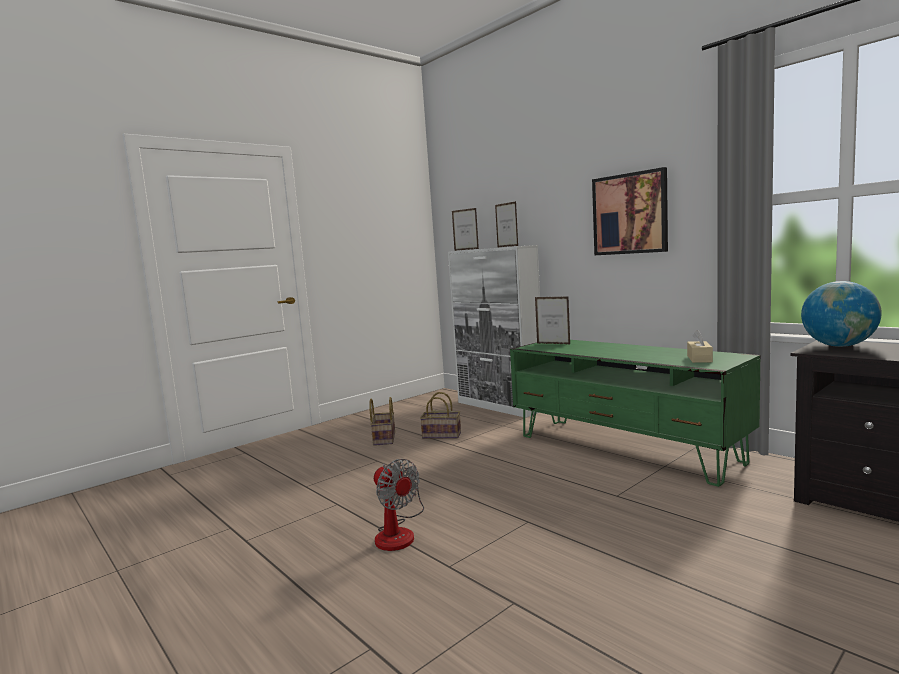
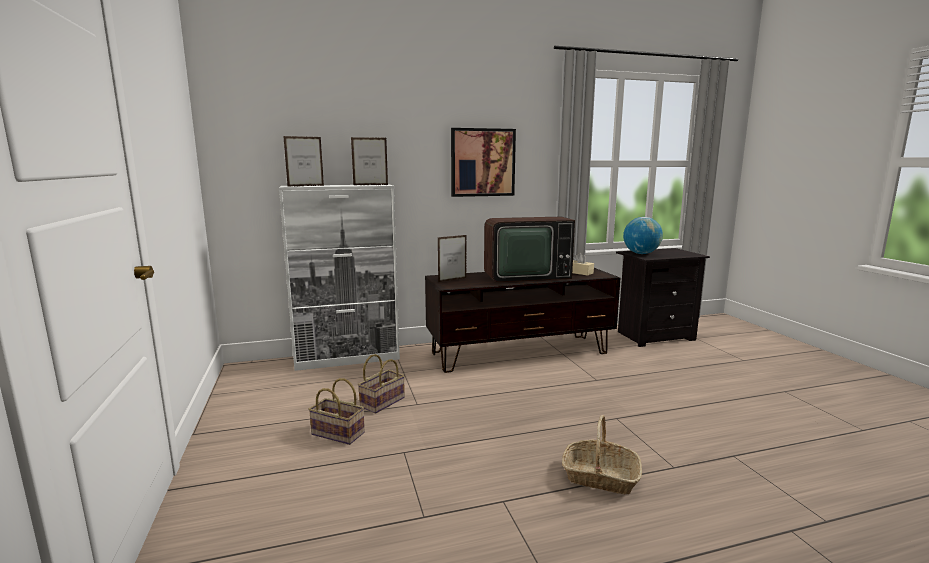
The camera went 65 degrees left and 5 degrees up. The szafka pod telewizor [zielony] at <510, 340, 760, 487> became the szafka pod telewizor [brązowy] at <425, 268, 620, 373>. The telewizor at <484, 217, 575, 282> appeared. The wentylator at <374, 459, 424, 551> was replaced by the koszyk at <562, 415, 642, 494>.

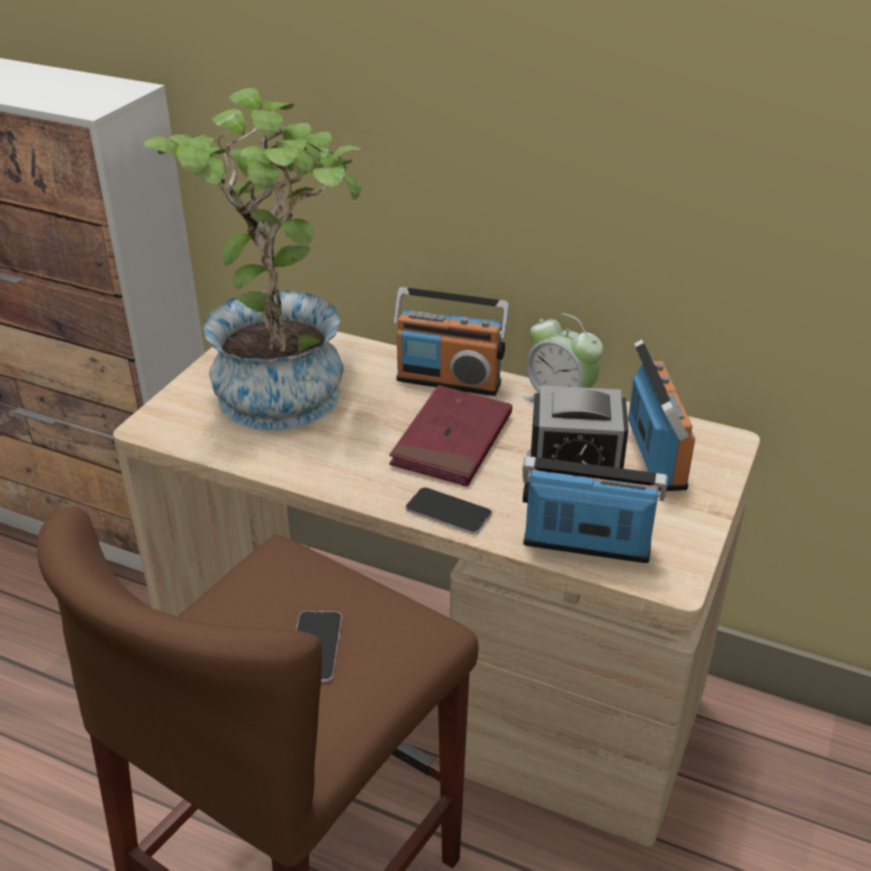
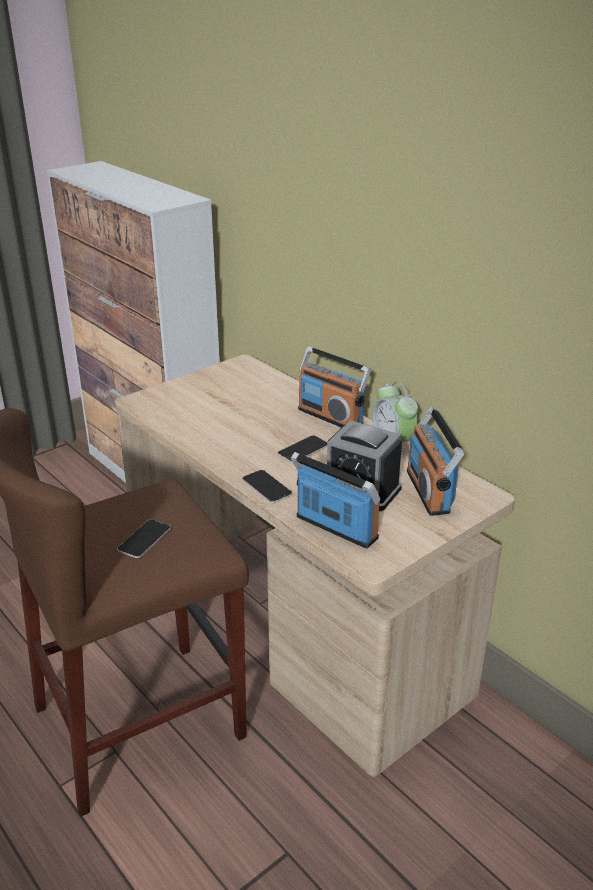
The camera went 25 degrees right and 5 degrees down. The książka [czerwony] at <389, 385, 512, 486> was replaced by the telefon at <278, 435, 327, 463>. The radio at <628, 339, 695, 491> turned 150 degrees clockwise. The roślina doniczkowa at <144, 87, 364, 430> disappeared.

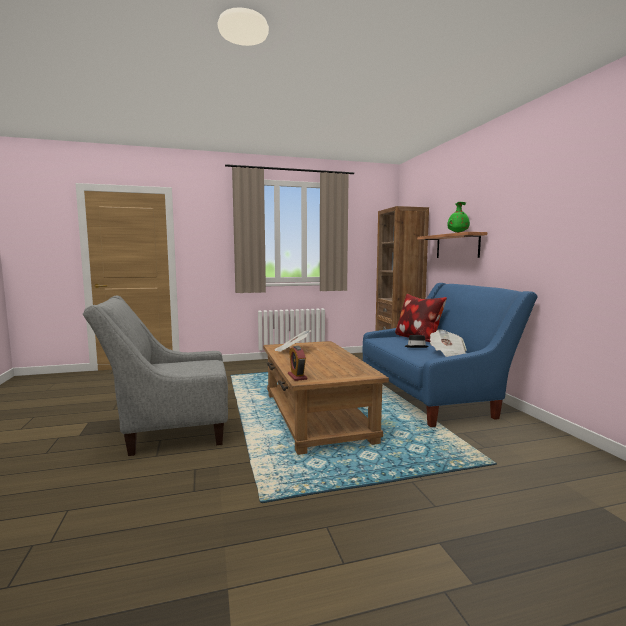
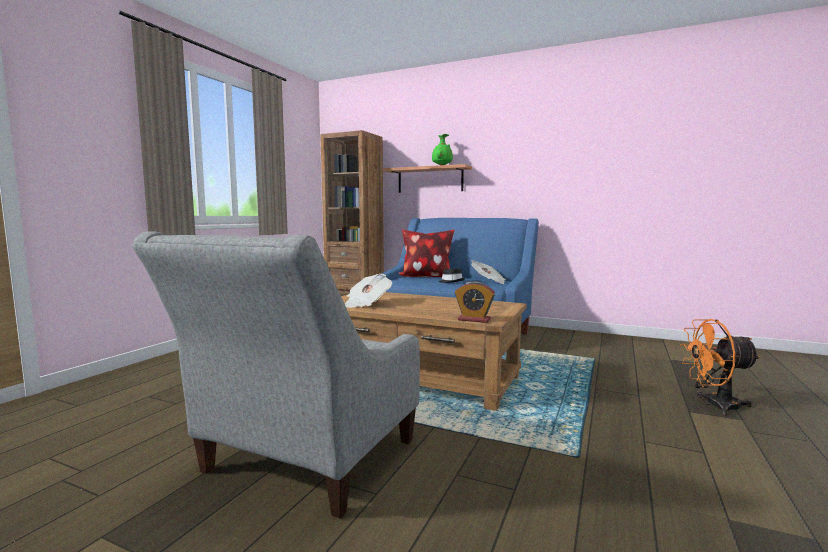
The camera went 50 degrees left and 0 degrees up. The wentylator [pomarańczowy] at <680, 319, 761, 415> appeared.

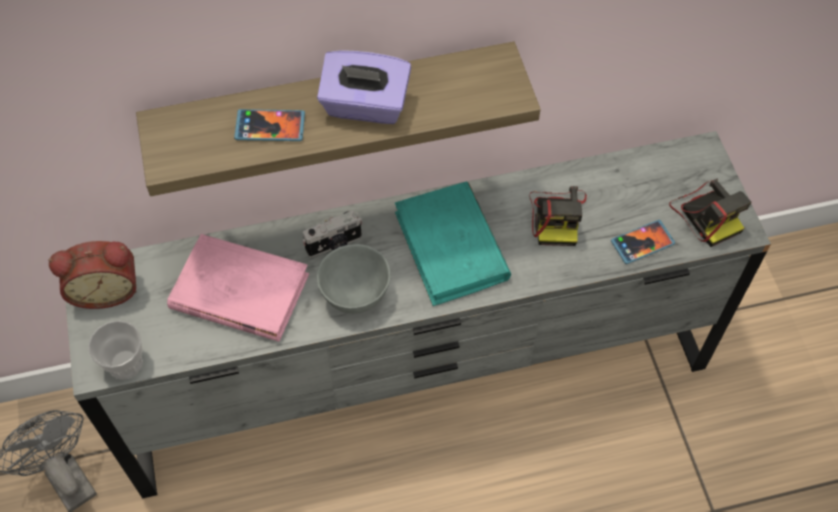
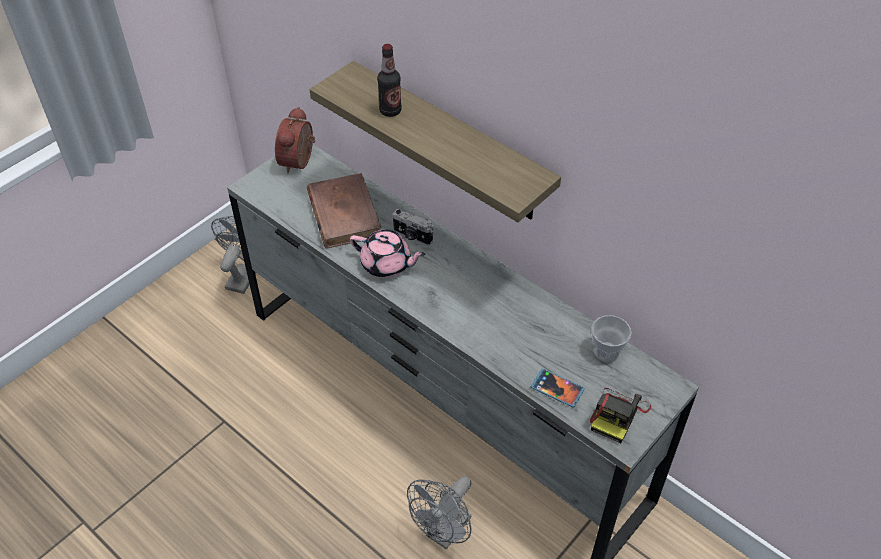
The camera went 55 degrees right and 10 degrees down. The budzik at <48, 241, 137, 309> turned 60 degrees clockwise. The książka [różowy] at <167, 234, 309, 342> became the książka [brązowy] at <307, 173, 382, 249>. The miska [szary] at <317, 244, 390, 313> was replaced by the imbryk [różowy] at <350, 229, 426, 278>. The telefon at <234, 109, 305, 141> was replaced by the butelka at <377, 44, 402, 117>. The wentylator [szary] at <407, 476, 472, 550> appeared. The filiżanka moved from <88, 320, 143, 380> to <591, 315, 632, 362>. The pudełko chusteczek [fioletowy] at <317, 50, 411, 124> disappeared. The książka [turkusowy] at <395, 181, 511, 306> disappeared. The aparat fotograficzny at <529, 186, 587, 246> disappeared.

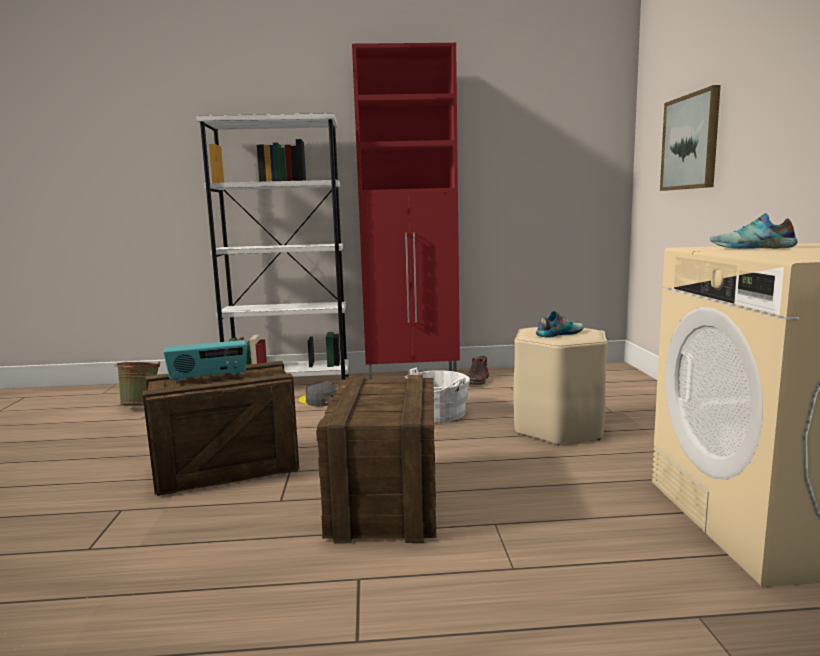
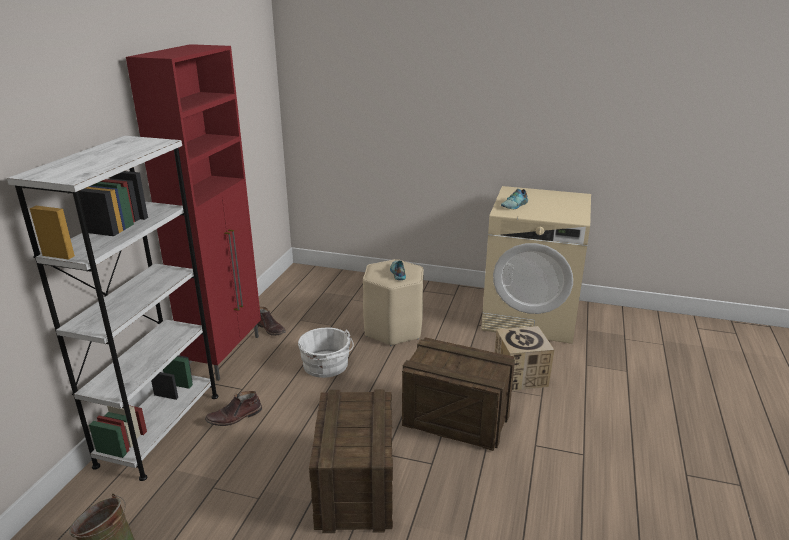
The camera went 70 degrees left and 15 degrees up. The czapka z daszkiem [szary] at <299, 381, 337, 406> was replaced by the but z cholewką [brązowy] at <205, 391, 262, 426>. The karton at <495, 326, 555, 391> appeared. The radio at <163, 340, 247, 384> disappeared. The obraz at <660, 85, 721, 191> disappeared.

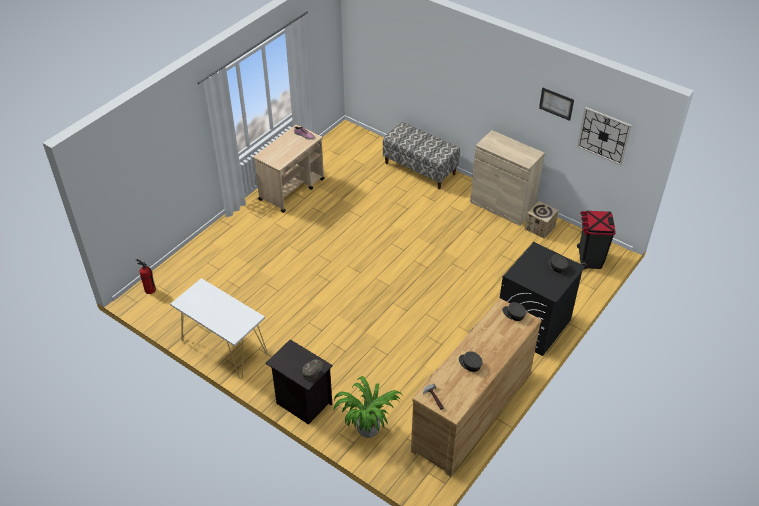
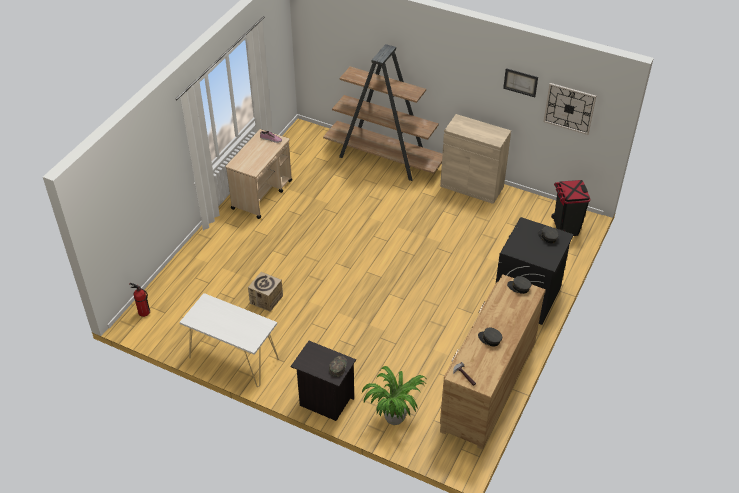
The camera went 10 degrees left and 0 degrees up. The karton moved from <525, 201, 559, 238> to <248, 272, 283, 312>. The ławka at <383, 122, 460, 189> was replaced by the regał [brązowy] at <323, 44, 442, 181>.

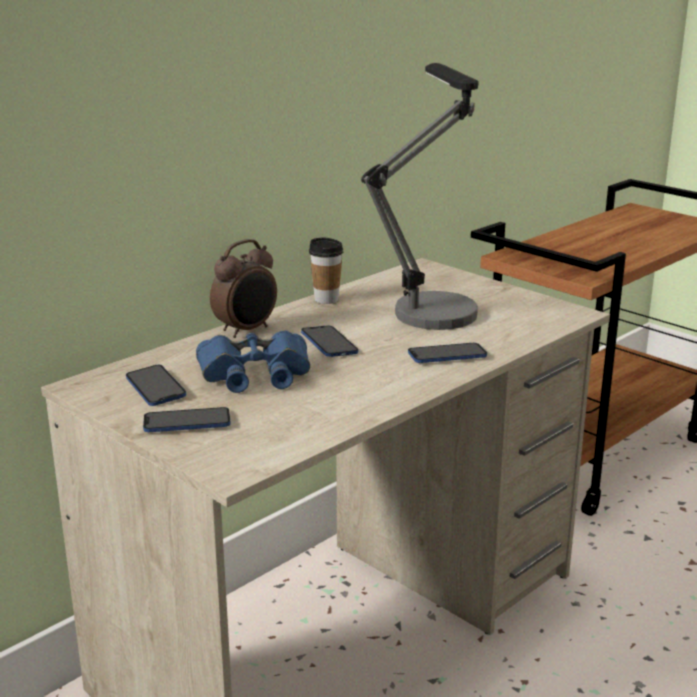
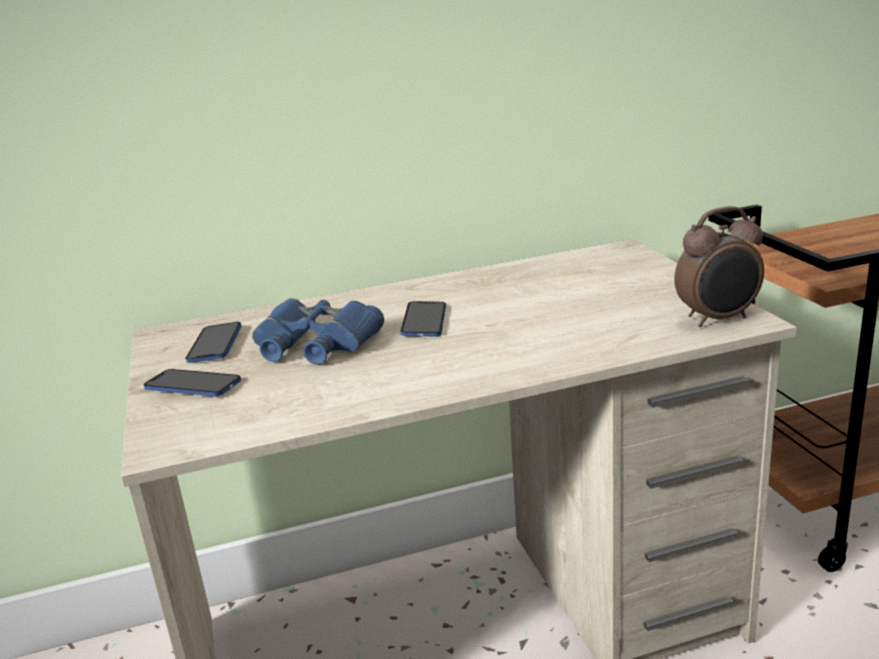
The camera went 30 degrees right and 0 degrees up. The budzik moved from <210, 239, 277, 338> to <674, 206, 764, 327>. The filiżanka at <309, 237, 343, 304> disappeared. The lampa stołowa at <361, 63, 479, 330> disappeared. The telefon at <408, 343, 487, 363> disappeared.

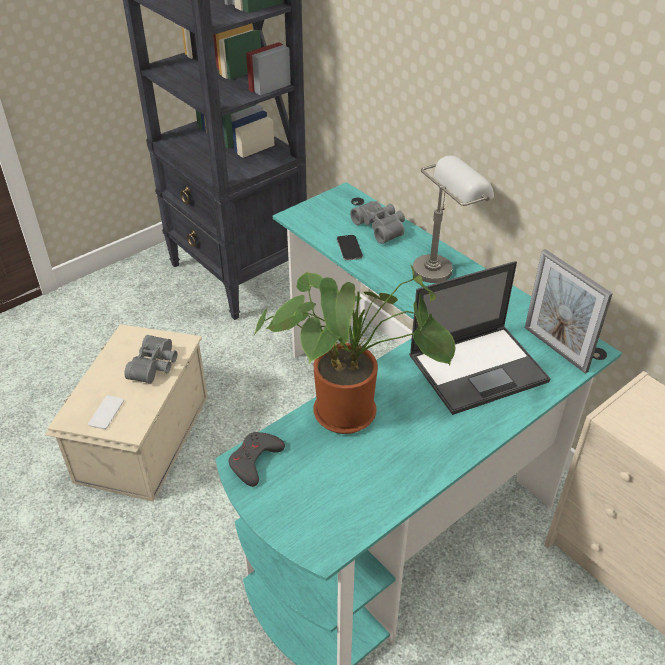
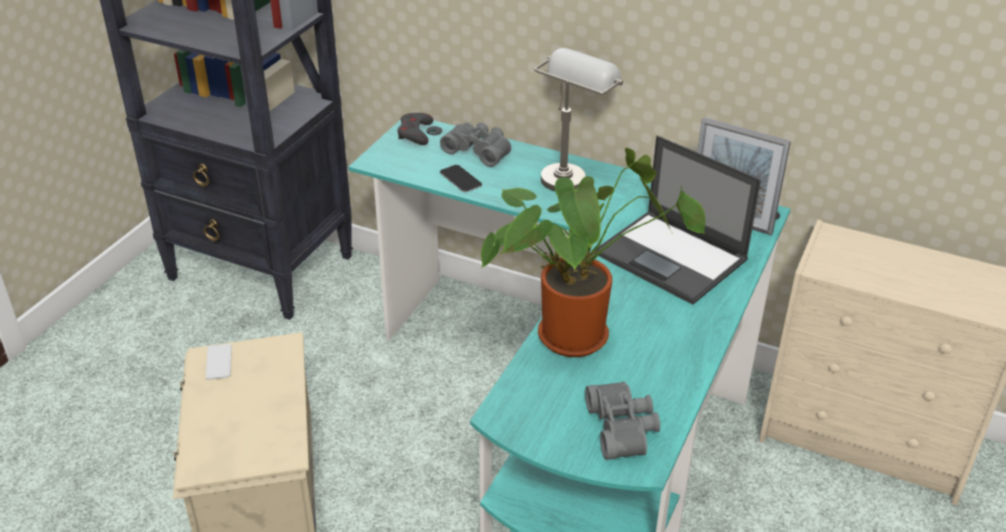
The camera went 25 degrees left and 5 degrees down. The telefon moved from <88, 395, 124, 429> to <206, 344, 232, 380>. The pad do gier [szary] moved from <229, 432, 285, 487> to <397, 113, 433, 145>. The lornetka [szary] moved from <124, 335, 177, 384> to <585, 381, 660, 460>. The laptop at <409, 261, 551, 415> turned 90 degrees clockwise.

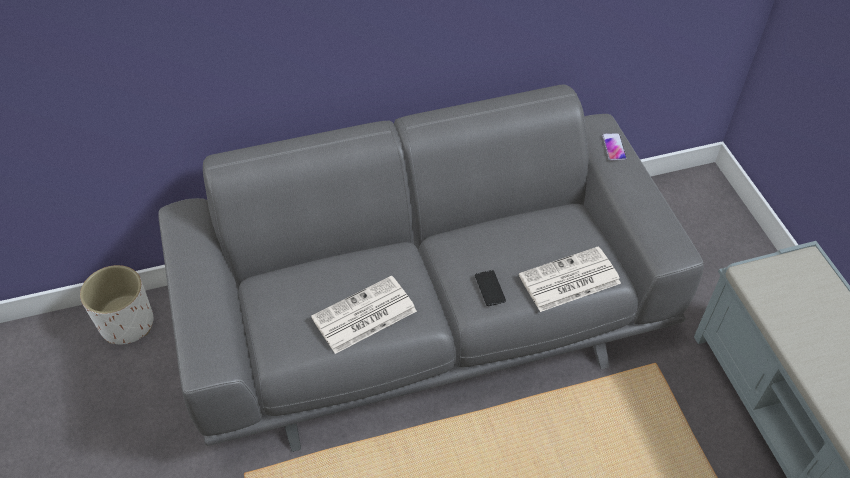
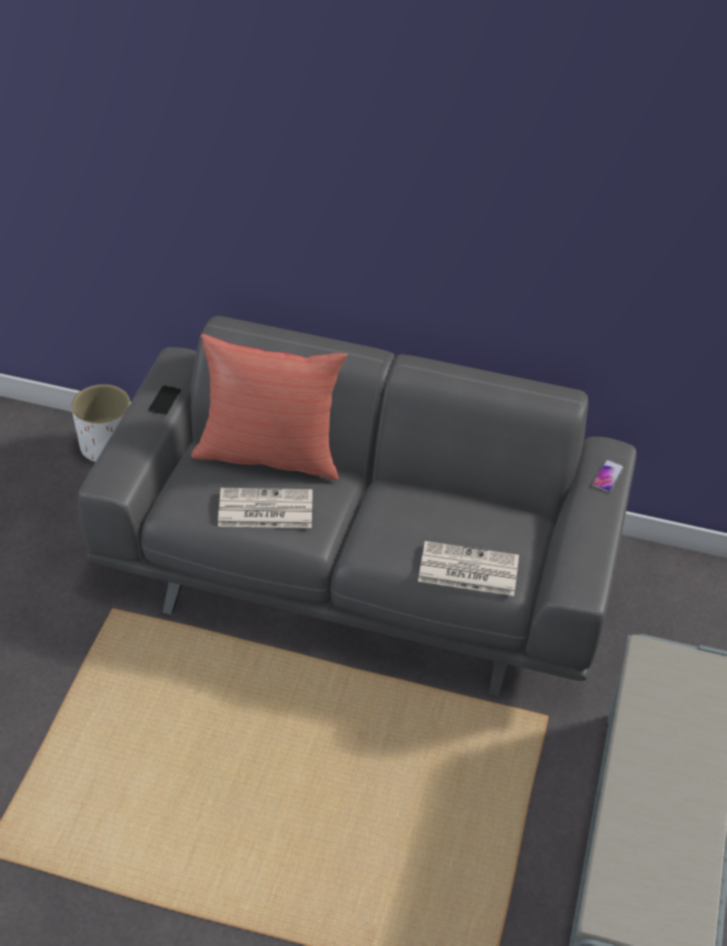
The camera went 30 degrees right and 5 degrees down. The telefon moved from <475, 270, 506, 306> to <148, 385, 181, 415>. The poduszka [czerwony] at <191, 334, 347, 481> appeared.

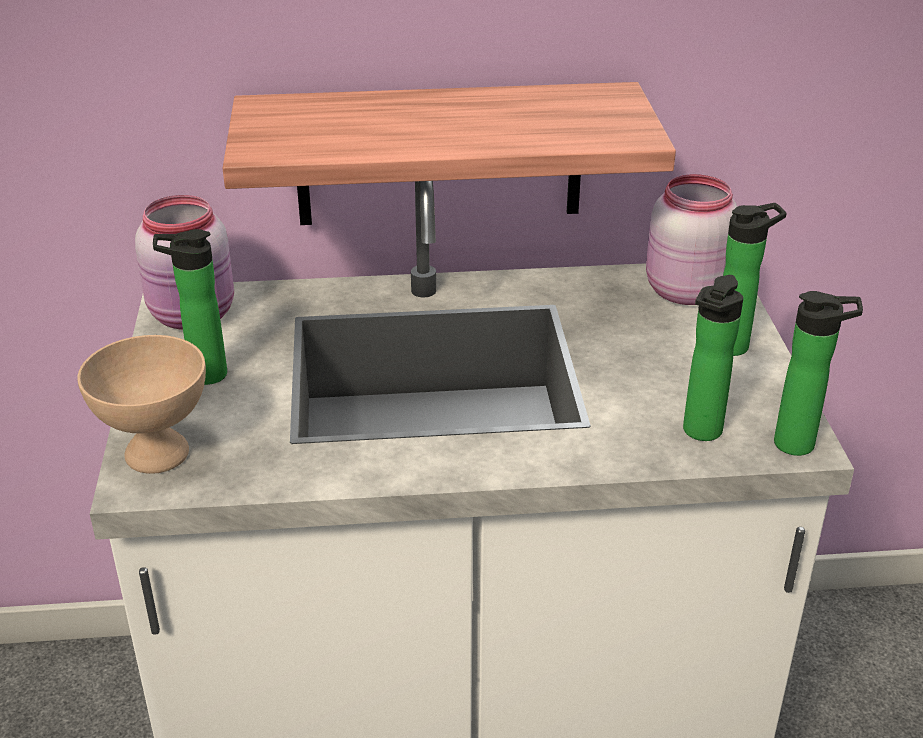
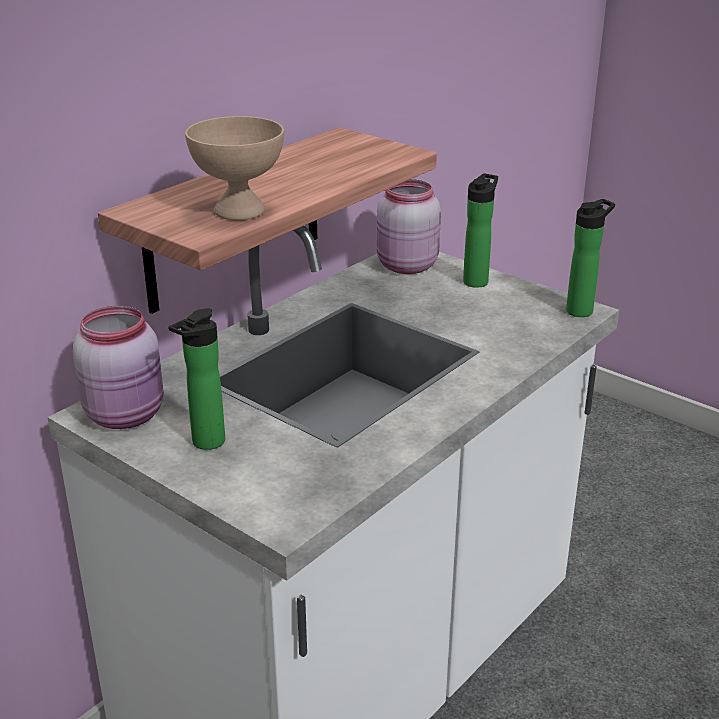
The camera went 45 degrees left and 5 degrees down. The miska [beżowy] moved from <77, 335, 206, 474> to <185, 116, 284, 220>. The butelka at <683, 275, 743, 441> disappeared.

